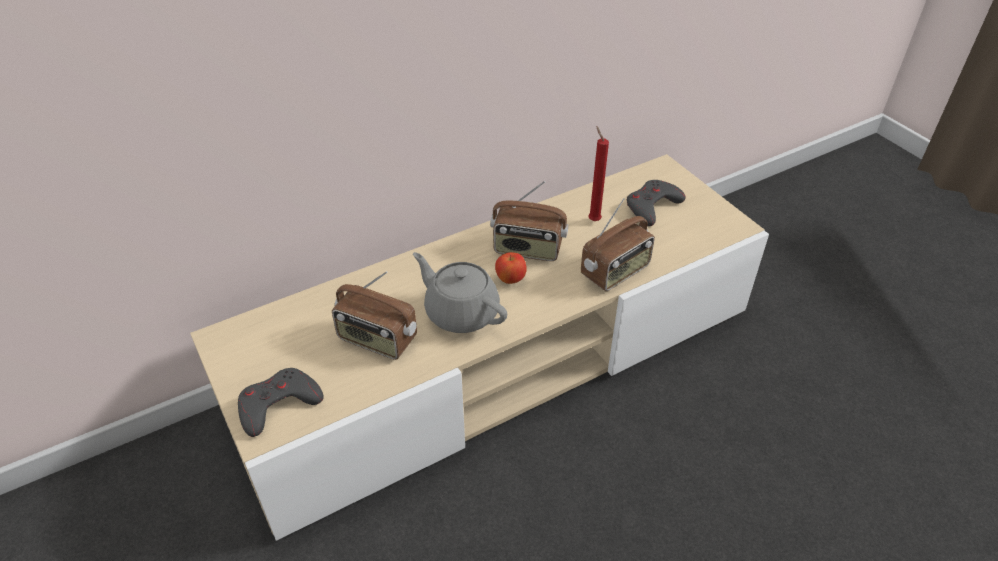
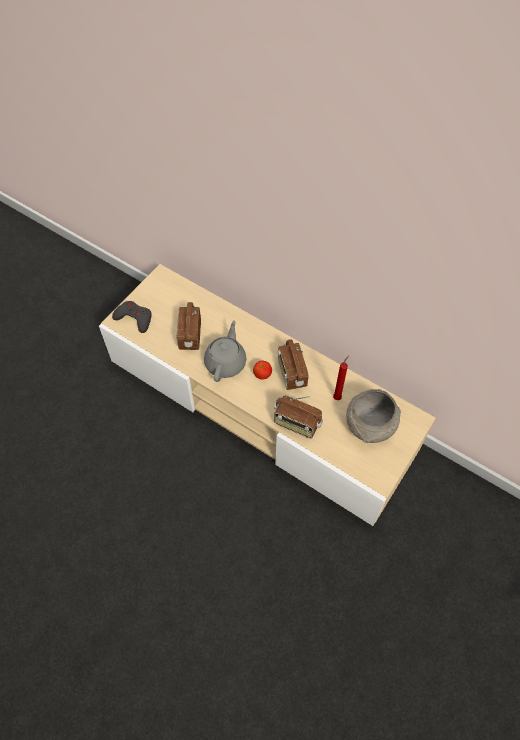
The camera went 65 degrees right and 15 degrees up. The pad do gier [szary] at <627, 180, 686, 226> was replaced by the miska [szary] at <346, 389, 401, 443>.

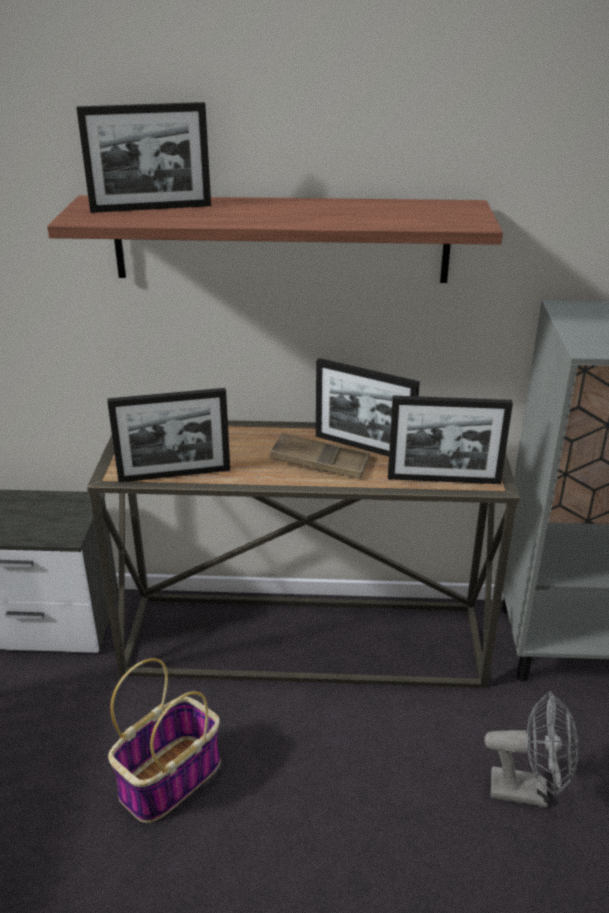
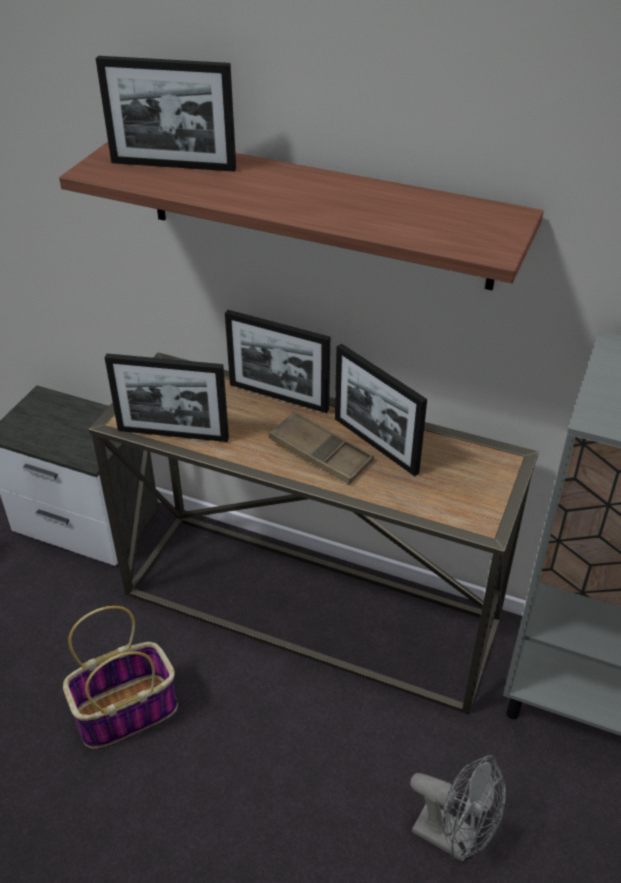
The camera went 20 degrees right and 10 degrees up. The ramka na zdjęcie moved from <388, 396, 513, 484> to <225, 310, 330, 413>.

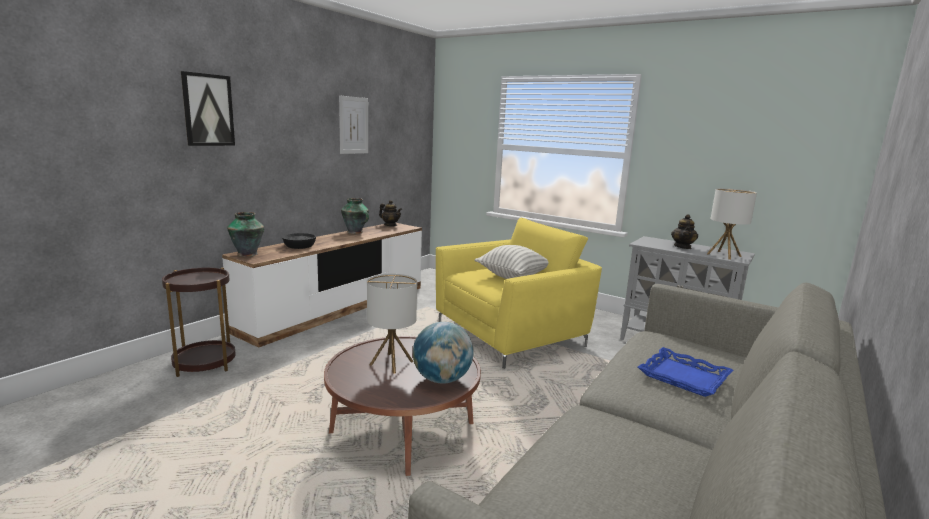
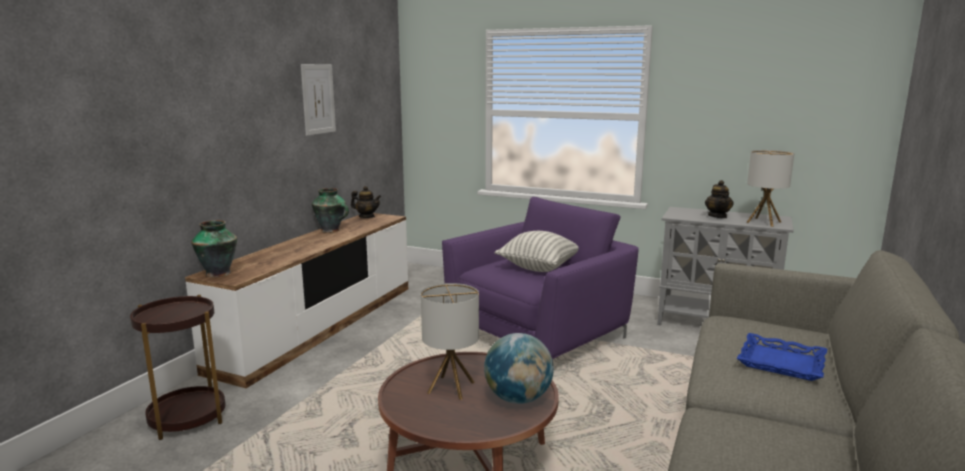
The camera went 10 degrees left and 0 degrees up. The fotel [żółty] at <436, 218, 602, 369> became the fotel [fioletowy] at <442, 197, 639, 359>. The obraz at <181, 71, 235, 146> disappeared. The miska [czarny] at <282, 233, 316, 249> disappeared.

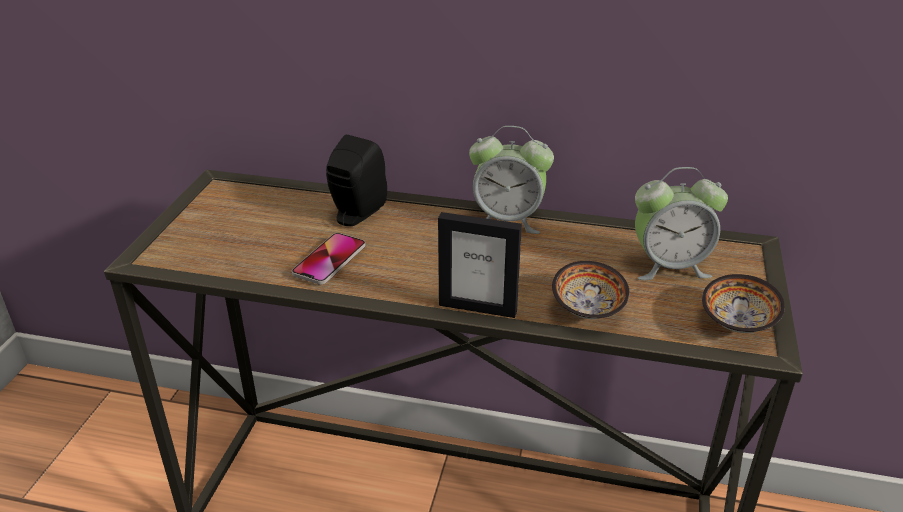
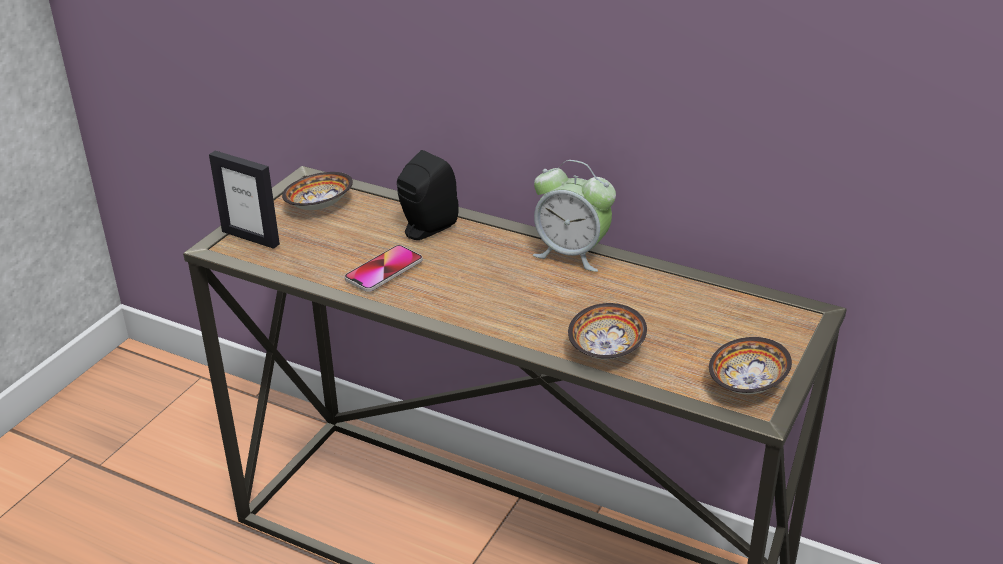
The camera went 15 degrees right and 0 degrees up. The ramka na zdjęcie moved from <438, 212, 522, 318> to <209, 151, 280, 249>. The miska at <282, 172, 353, 210> appeared. The budzik at <635, 167, 728, 280> disappeared.

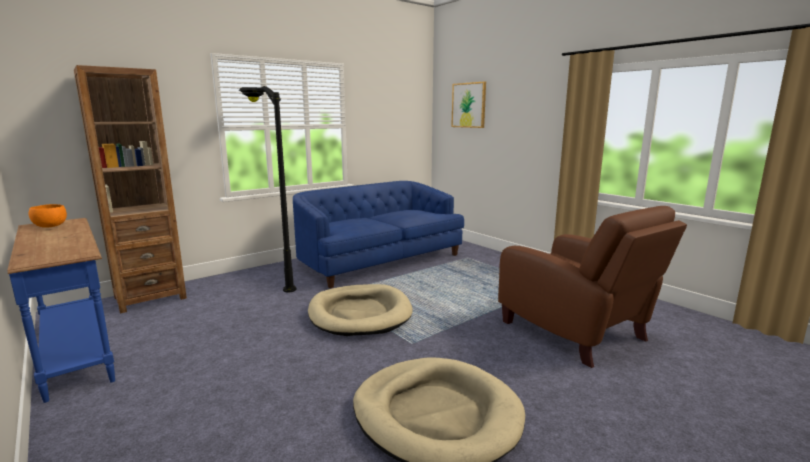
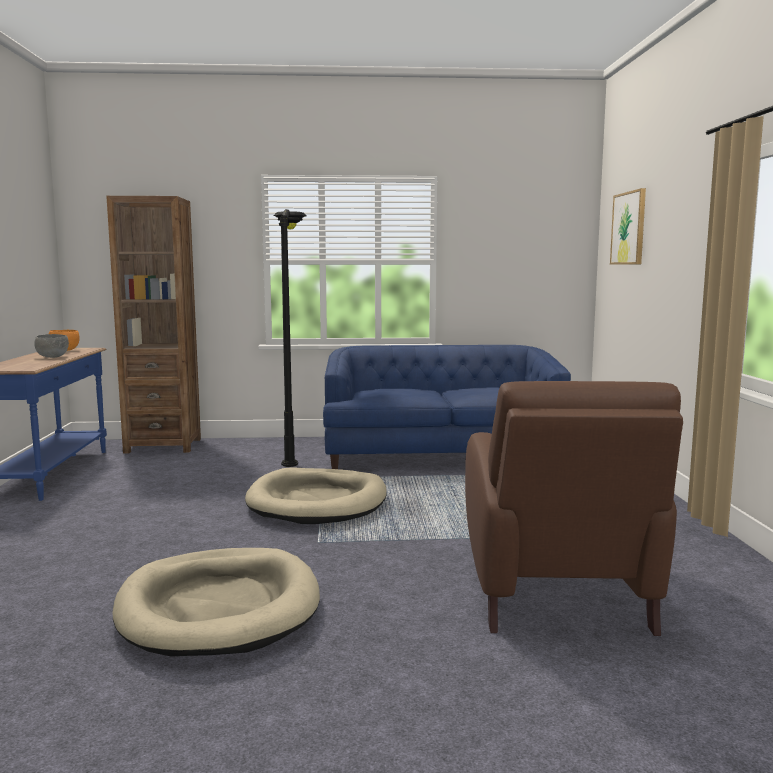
The camera went 35 degrees right and 5 degrees down. The miska [szary] at <34, 334, 69, 358> appeared.

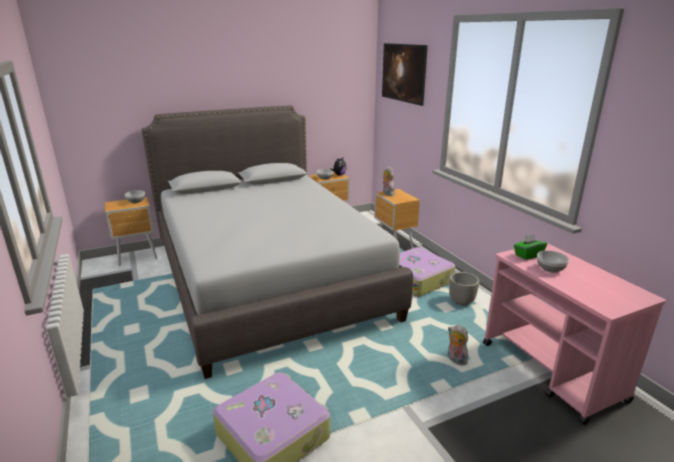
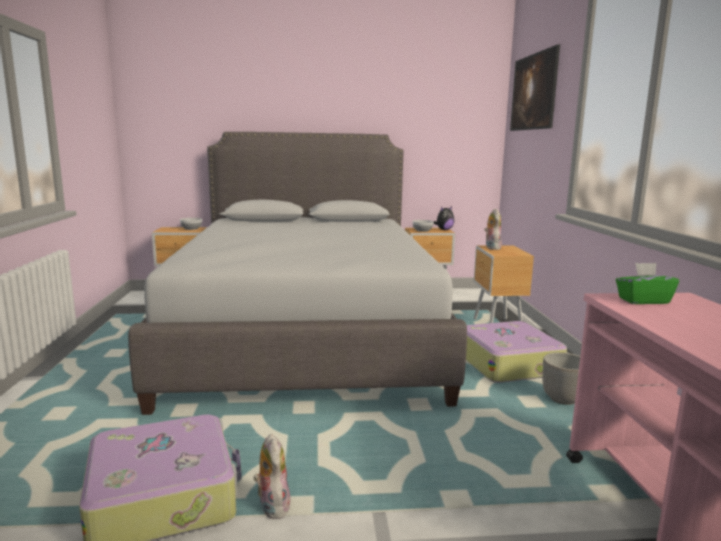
The camera went 20 degrees right and 10 degrees down. The pluszak moved from <448, 325, 468, 366> to <254, 434, 290, 519>. The miska at <537, 251, 569, 273> disappeared.

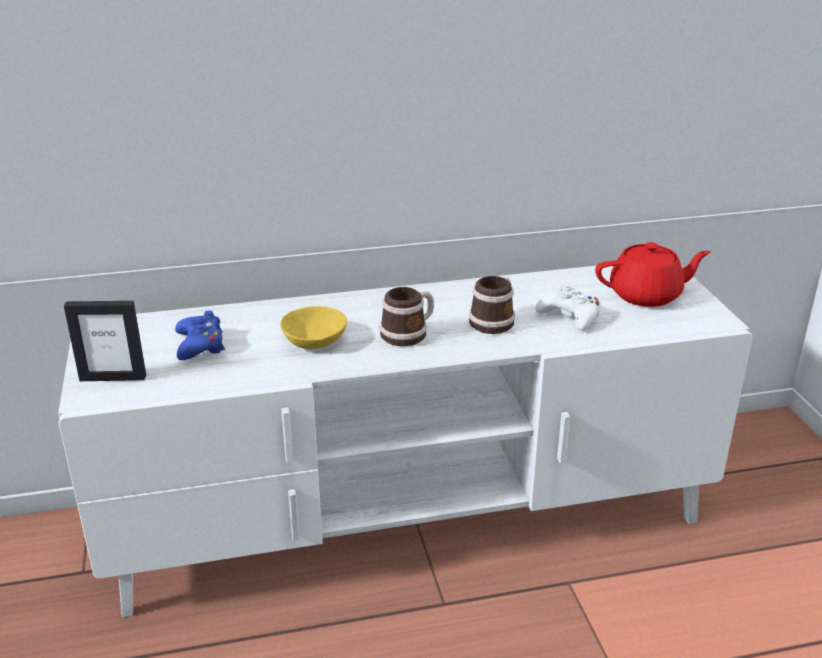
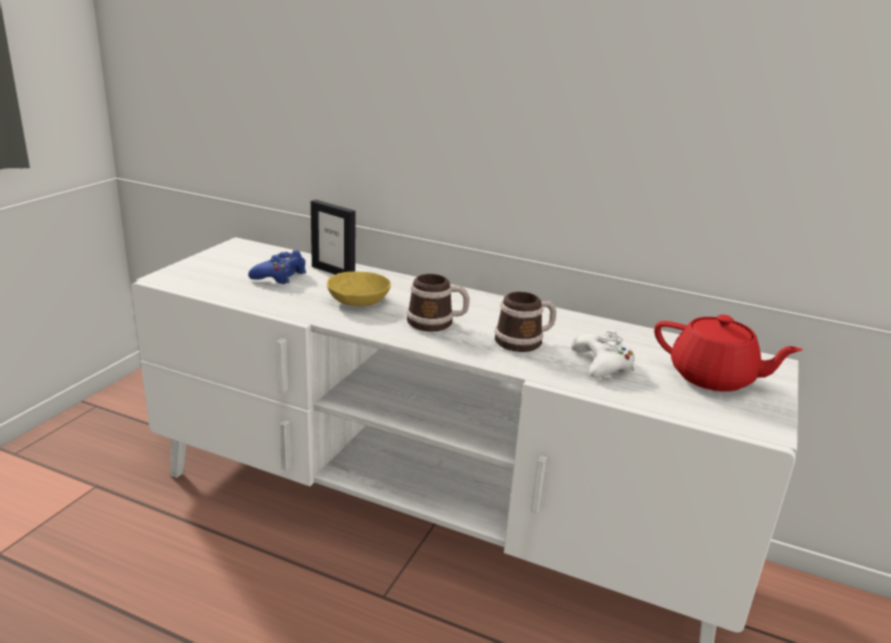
The camera went 35 degrees right and 5 degrees down. The ramka na zdjęcie moved from <64, 301, 146, 381> to <311, 200, 355, 275>.

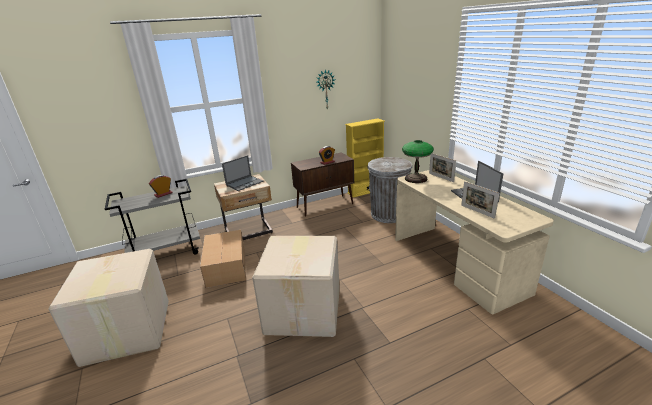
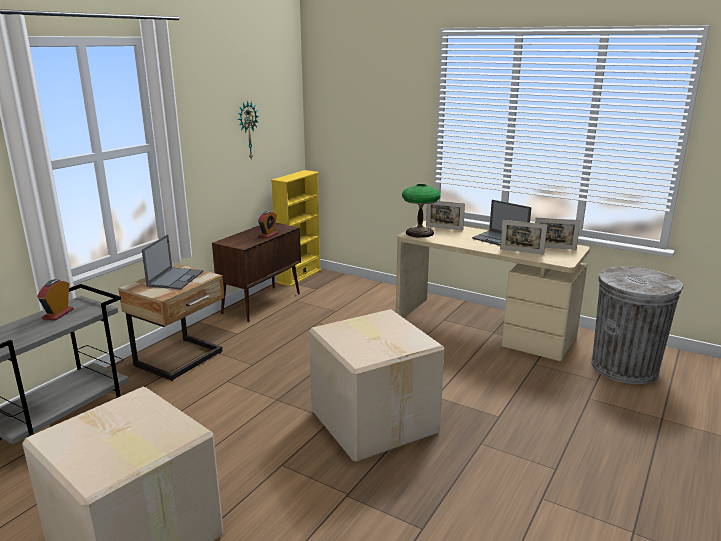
The camera went 35 degrees left and 5 degrees down. The ramka na zdjęcie at <535, 218, 581, 250> appeared. The kosz na śmieci [szary] moved from <368, 157, 412, 223> to <592, 266, 684, 384>. The karton at <200, 230, 246, 288> disappeared.

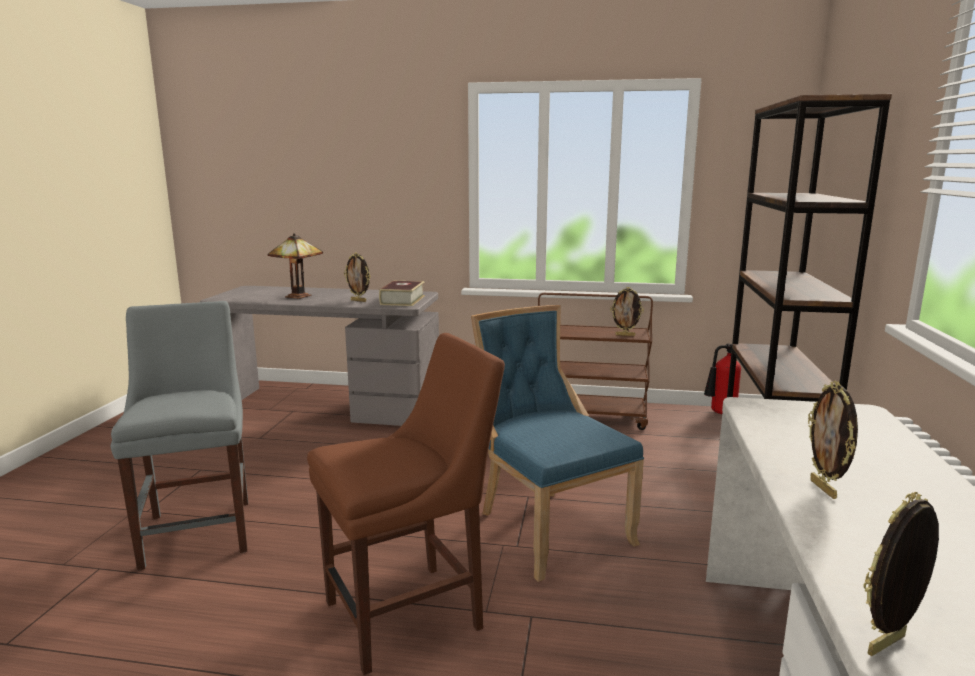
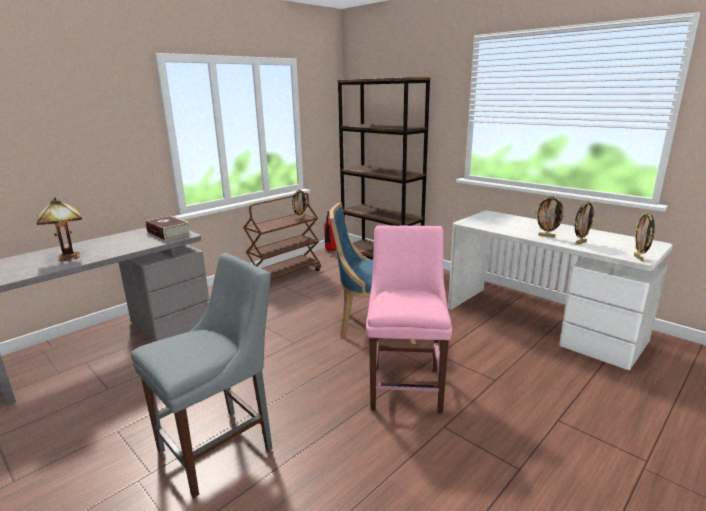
The camera went 55 degrees left and 5 degrees up. The krzesło [szary] at <111, 301, 248, 570> turned 120 degrees clockwise. The krzesło [brązowy] at <307, 333, 505, 675> became the krzesło [różowy] at <366, 225, 452, 414>. The ramka na zdjęcie moved from <344, 253, 370, 302> to <575, 200, 595, 245>.

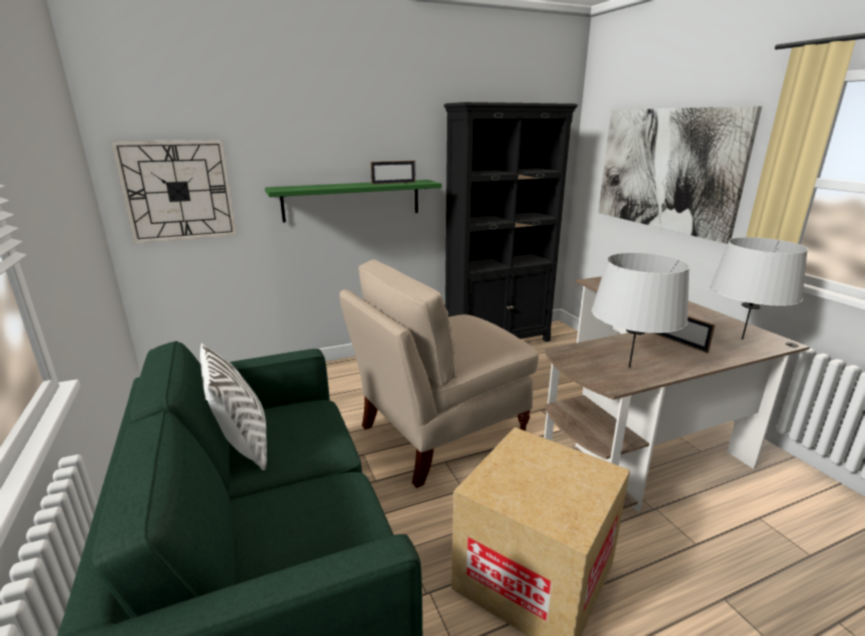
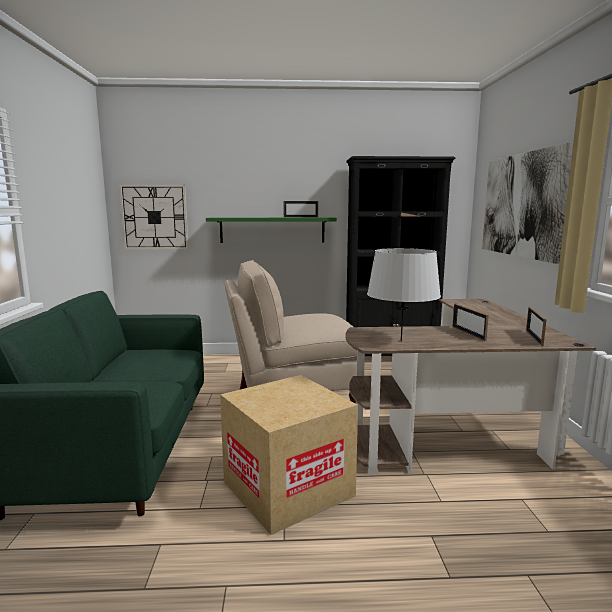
The camera went 20 degrees right and 10 degrees down. The lampa stołowa [szary] at <710, 237, 808, 340> was replaced by the ramka na zdjęcie at <526, 307, 547, 346>. The poduszka [biały] at <200, 343, 267, 471> disappeared.

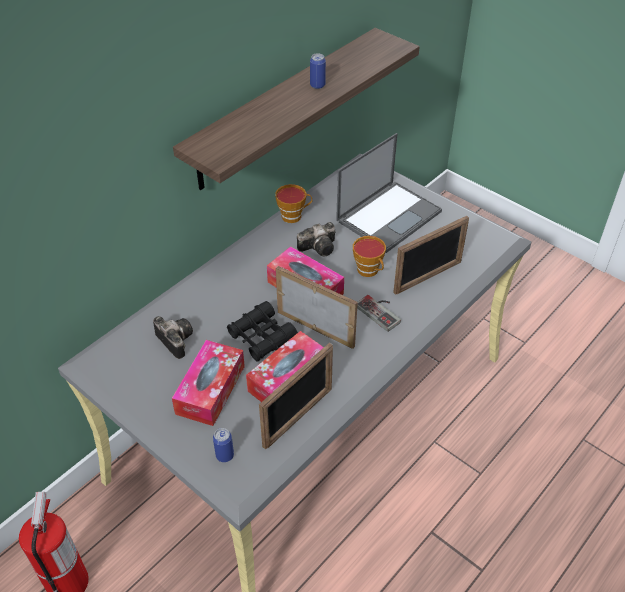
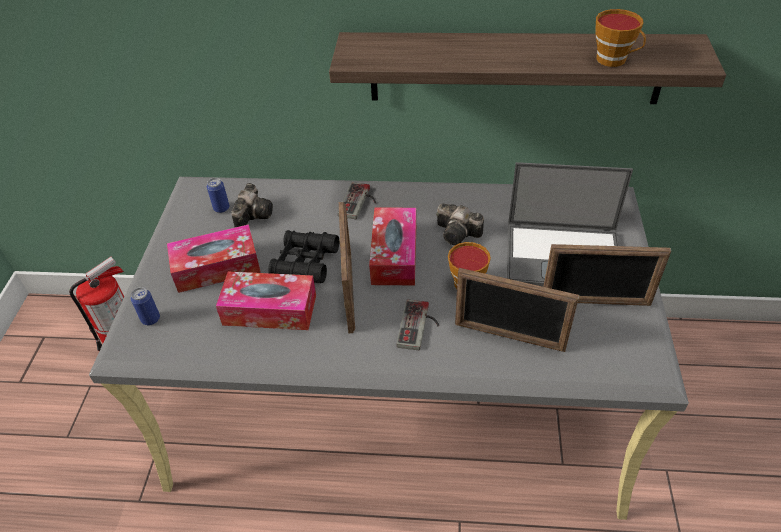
The camera went 55 degrees right and 0 degrees up. The puszka moved from <310, 53, 326, 89> to <207, 178, 229, 213>. The pad do gier at <338, 182, 376, 219> appeared. The ramka na zdjęcie moved from <259, 343, 333, 449> to <543, 244, 671, 306>. The filiżanka moved from <275, 184, 312, 223> to <596, 9, 646, 67>.

